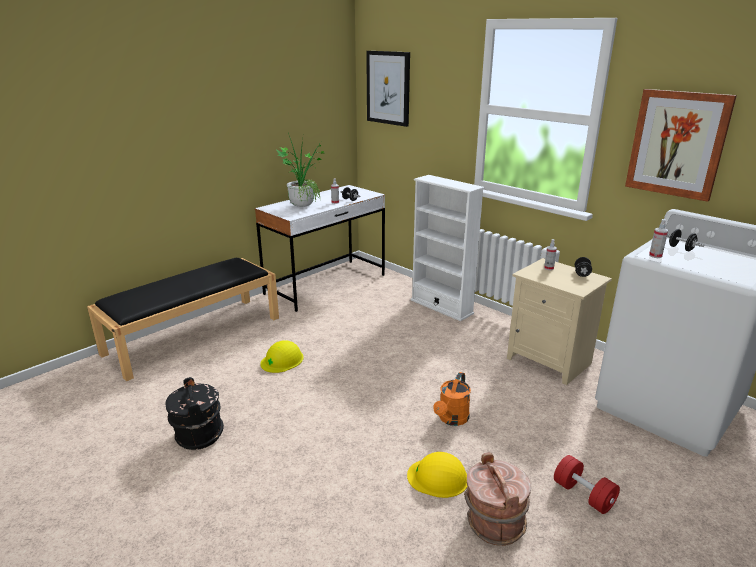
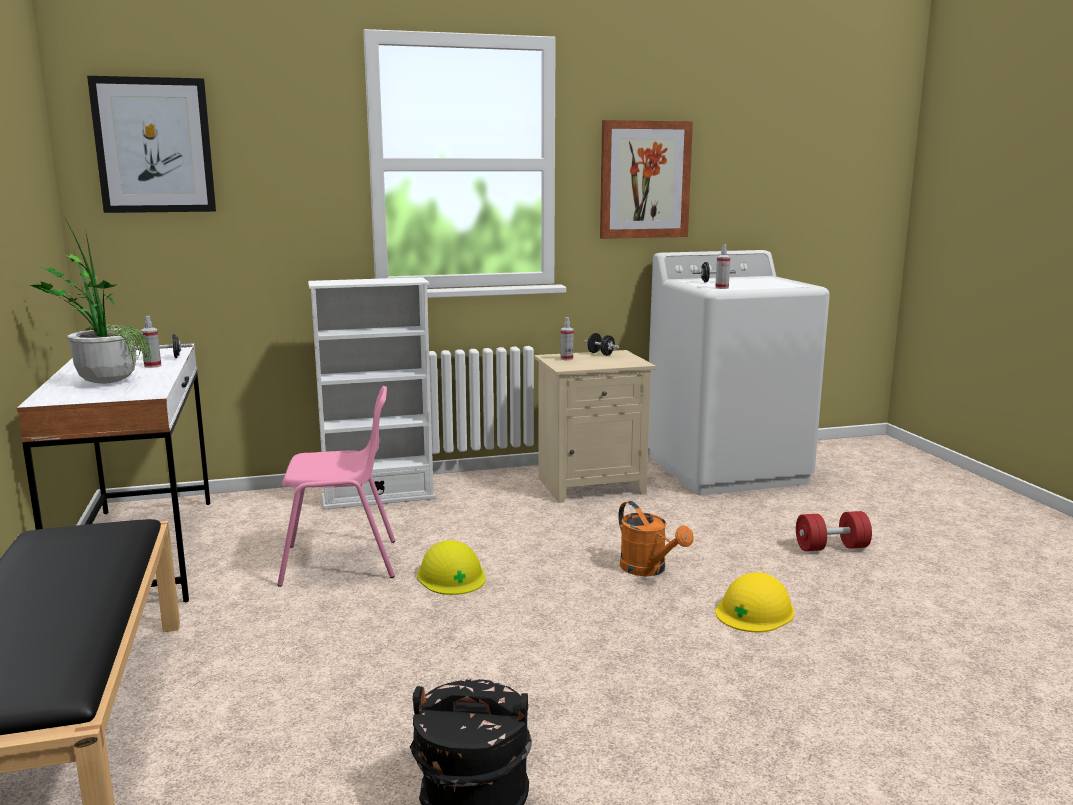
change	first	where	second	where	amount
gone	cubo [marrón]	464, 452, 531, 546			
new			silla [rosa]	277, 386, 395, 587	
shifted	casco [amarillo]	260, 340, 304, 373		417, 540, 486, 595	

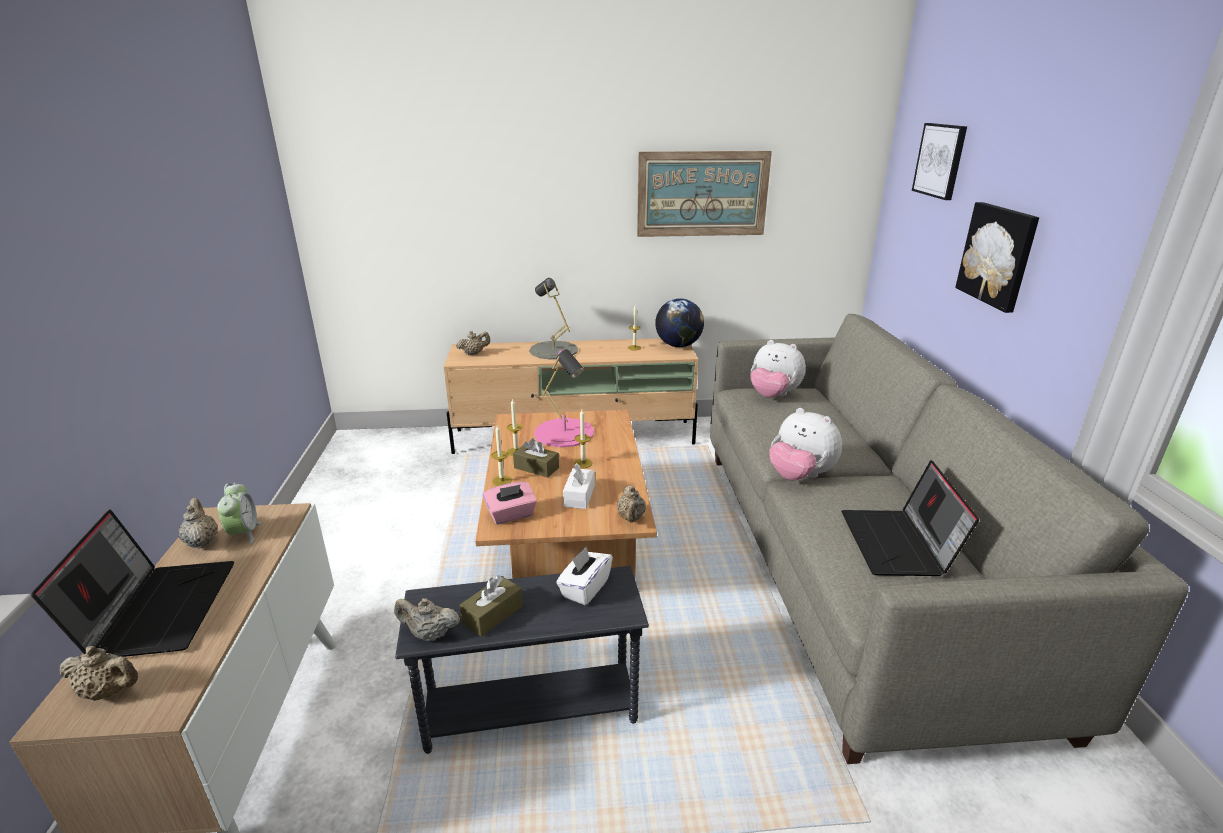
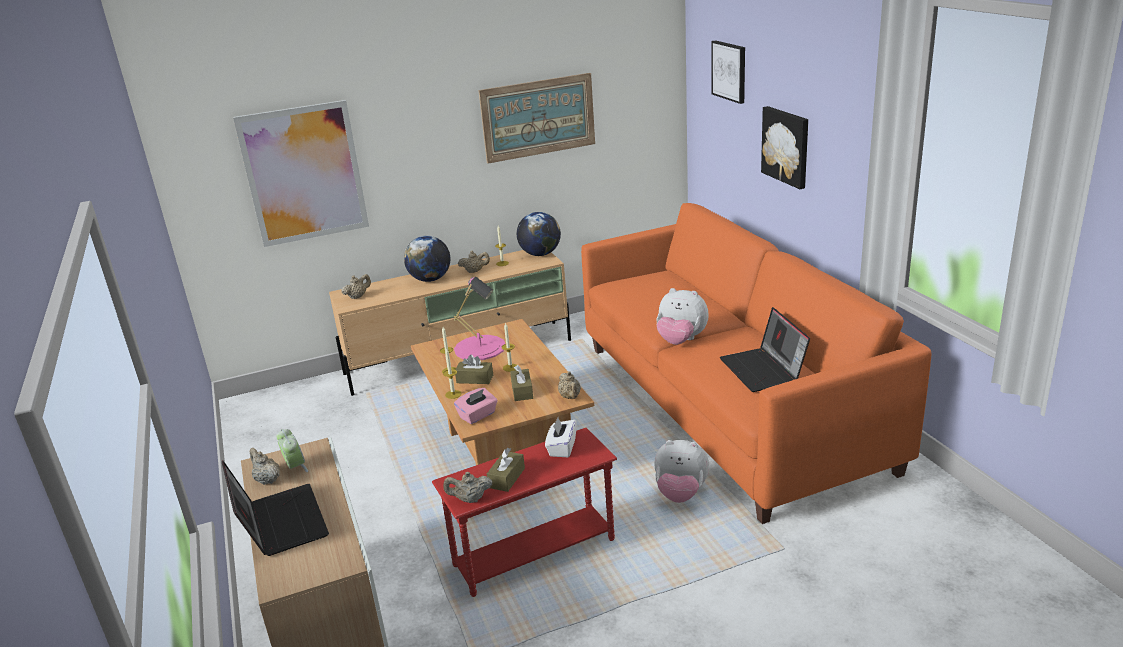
change	first	where	second	where	amount
new			cuadro	233, 100, 369, 247	
shifted	tetera [beis]	59, 646, 138, 701		458, 250, 490, 273	
shifted	peluche	750, 340, 806, 398		654, 440, 709, 503	
swapped	lámpara de mesa [gris]	529, 278, 578, 359	globo terráqueo	404, 236, 451, 282	
repainted	mesa auxiliar [gris]	395, 566, 649, 754	mesa auxiliar [rojo]	432, 428, 617, 597	
repainted	caja de pañuelos [blanco]	563, 463, 595, 509	caja de pañuelos [marrón]	510, 365, 533, 401	
repainted	sofá [gris]	710, 314, 1188, 764	sofá [naranja]	581, 203, 932, 524	

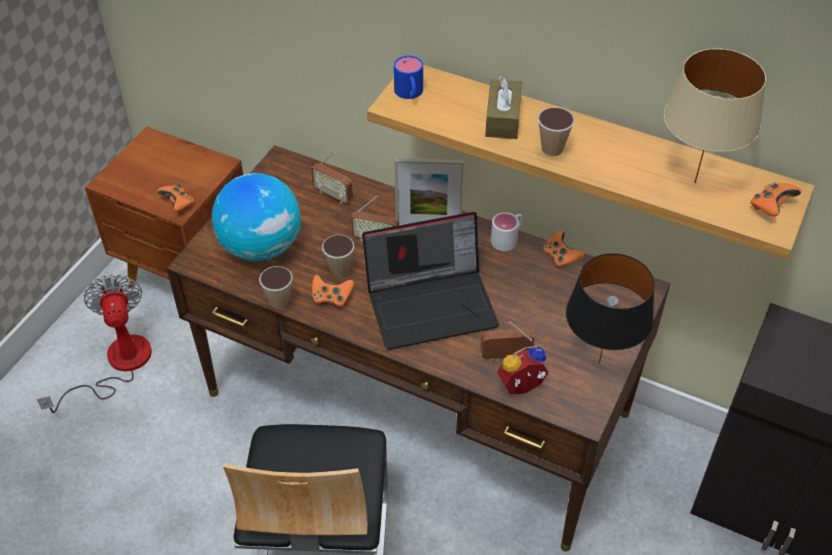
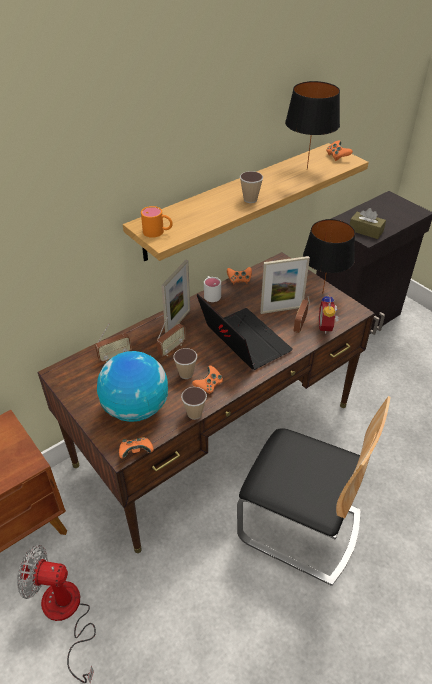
change	first	where	second	where	amount
new			portarretratos	260, 256, 310, 314	
shifted	mando de consola [naranja]	157, 184, 194, 211		119, 437, 154, 459	
shifted	caja de pañuelos [marrón]	485, 76, 522, 139		350, 208, 386, 239	
repainted	taza grande [azul]	394, 56, 423, 99	taza grande [naranja]	141, 206, 173, 238	
repainted	lámpara de mesa [beis]	664, 48, 766, 183	lámpara de mesa [negro]	285, 81, 340, 169	
rotated	portátil	362, 212, 499, 350		197, 294, 293, 370	45 degrees counterclockwise

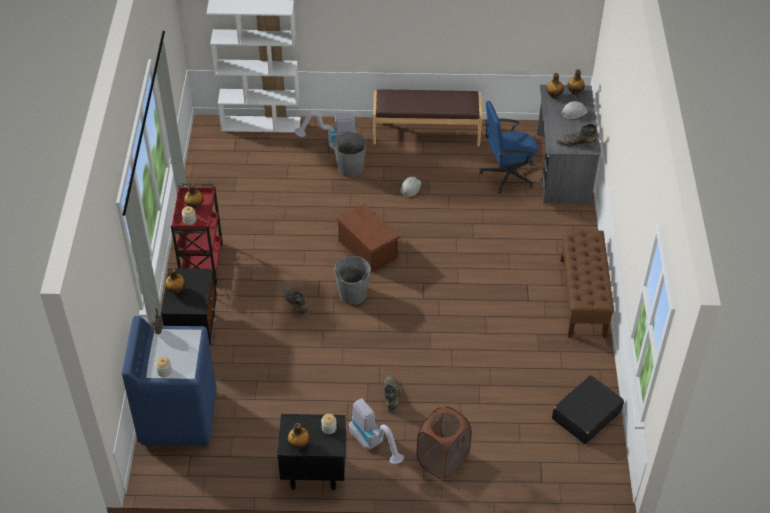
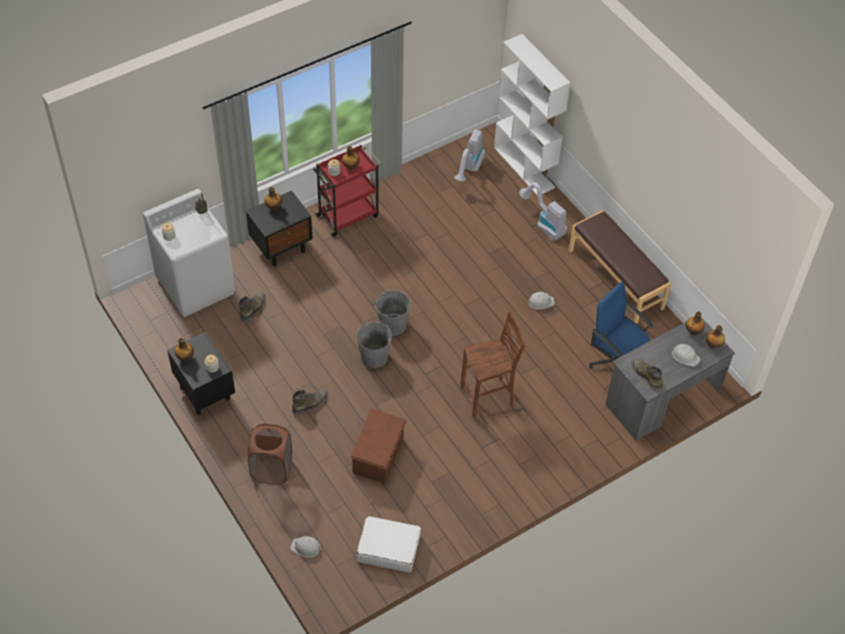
change	first	where	second	where	amount
gone	banco [marrón]	560, 229, 614, 338			
new			casco [blanco]	290, 536, 323, 558	
new			taburete [marrón]	460, 311, 526, 418	
shifted	bota [verde]	284, 286, 308, 317		239, 292, 265, 322	
shifted	cubo [gris]	333, 131, 367, 177		356, 321, 392, 368	
shifted	caja de almacenaje [marrón]	337, 204, 400, 273		351, 408, 407, 483	
shifted	aspiradora	349, 398, 404, 464		454, 129, 485, 181	
repainted	lavadora [azul]	122, 316, 217, 446	lavadora [blanco]	143, 189, 235, 317	
repainted	maleta [negro]	552, 375, 624, 444	maleta [blanco]	356, 516, 421, 573	

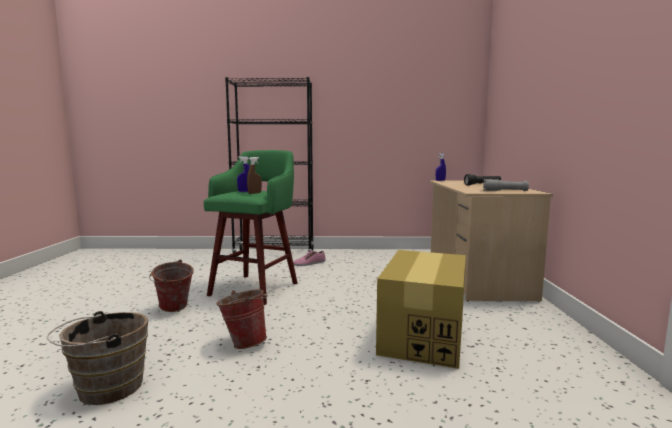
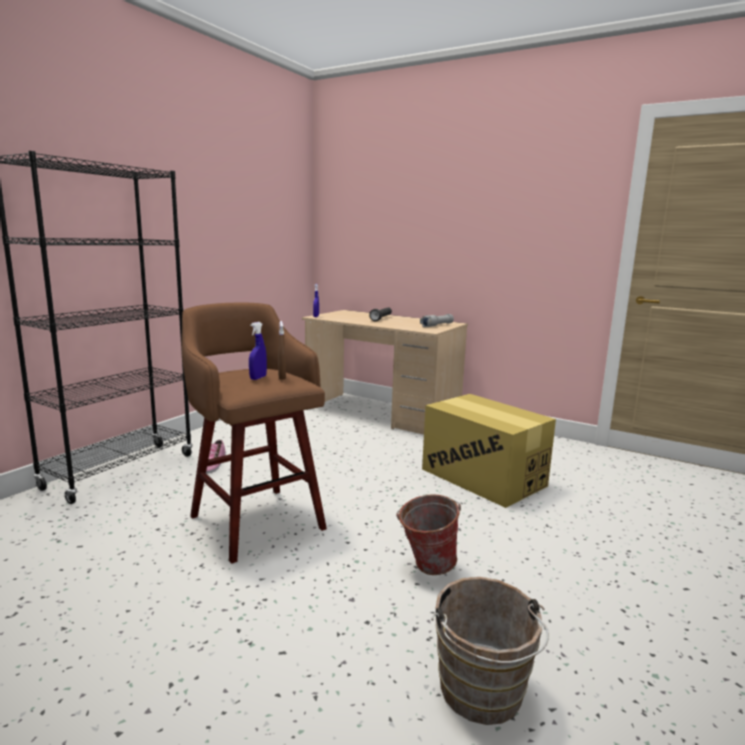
change	first	where	second	where	amount
gone	cubo	149, 260, 194, 312			
repainted	taburete [verde]	204, 150, 297, 305	taburete [marrón]	182, 303, 327, 564	

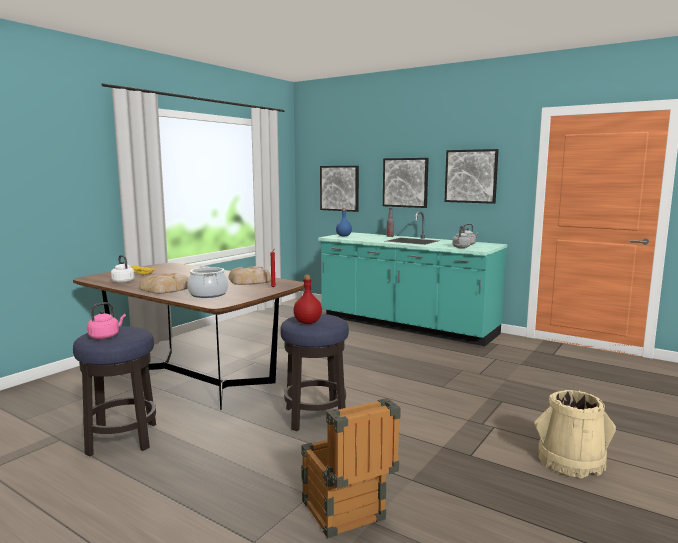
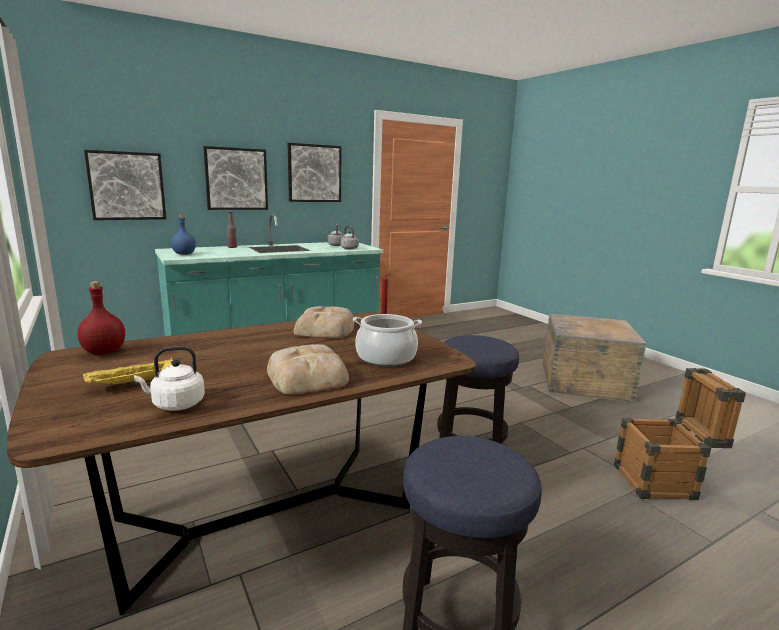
change	first	where	second	where	amount
gone	hervidor [rosa]	87, 302, 126, 339			
shifted	botella [rojo]	294, 275, 322, 324		77, 281, 125, 355	
swapped	cubo [beis]	534, 390, 616, 478	caja de embalaje	543, 314, 646, 402	

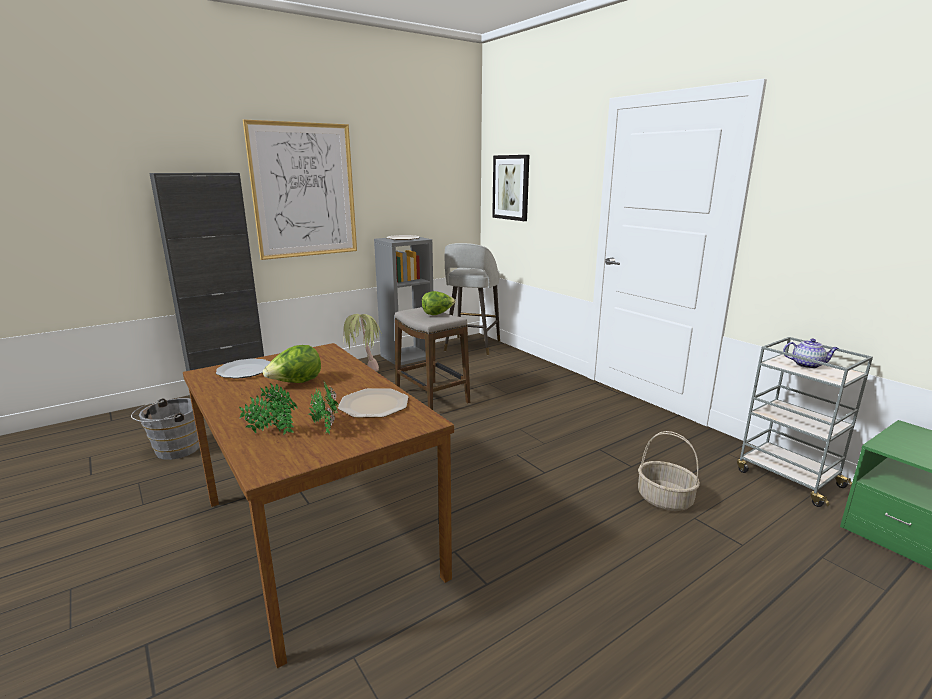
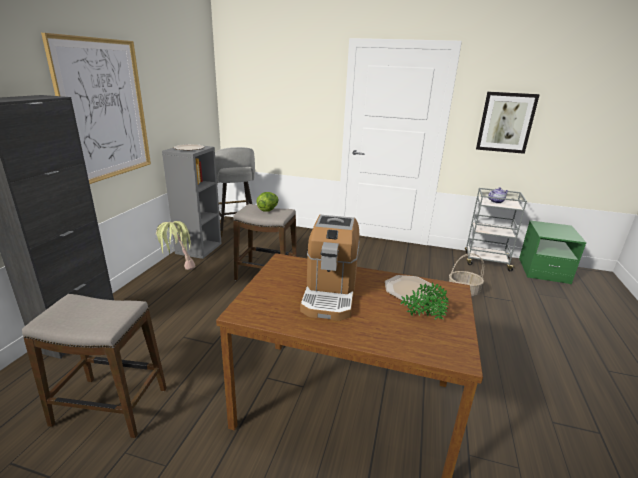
change	first	where	second	where	amount
gone	plato	216, 358, 270, 378			
gone	planta en maceta	239, 383, 298, 435			
shifted	cuadro	492, 155, 529, 221		476, 92, 540, 154	
swapped	cubo [gris]	131, 398, 199, 460	taburete	22, 294, 167, 438	
swapped	lechuga	263, 345, 321, 383	cafetera	300, 215, 360, 321	

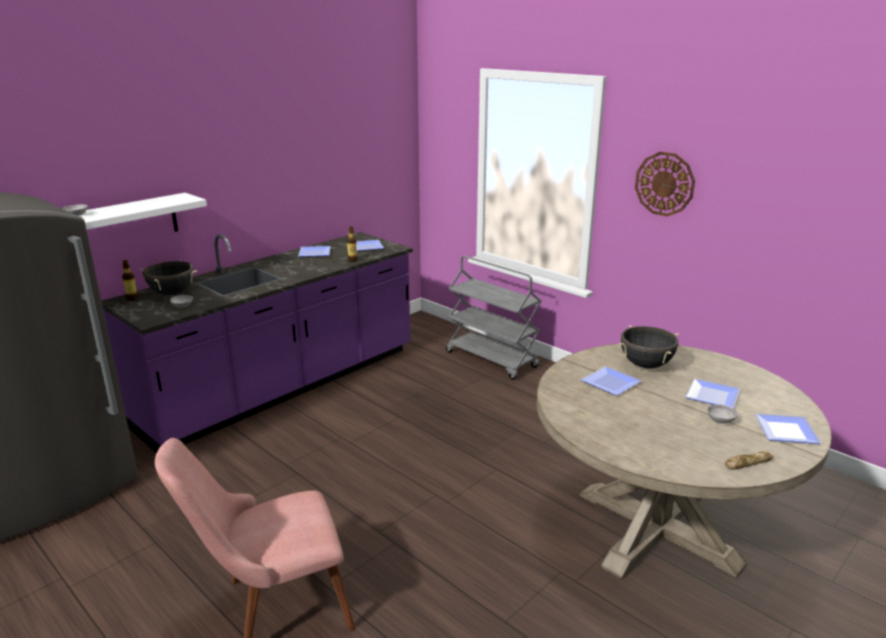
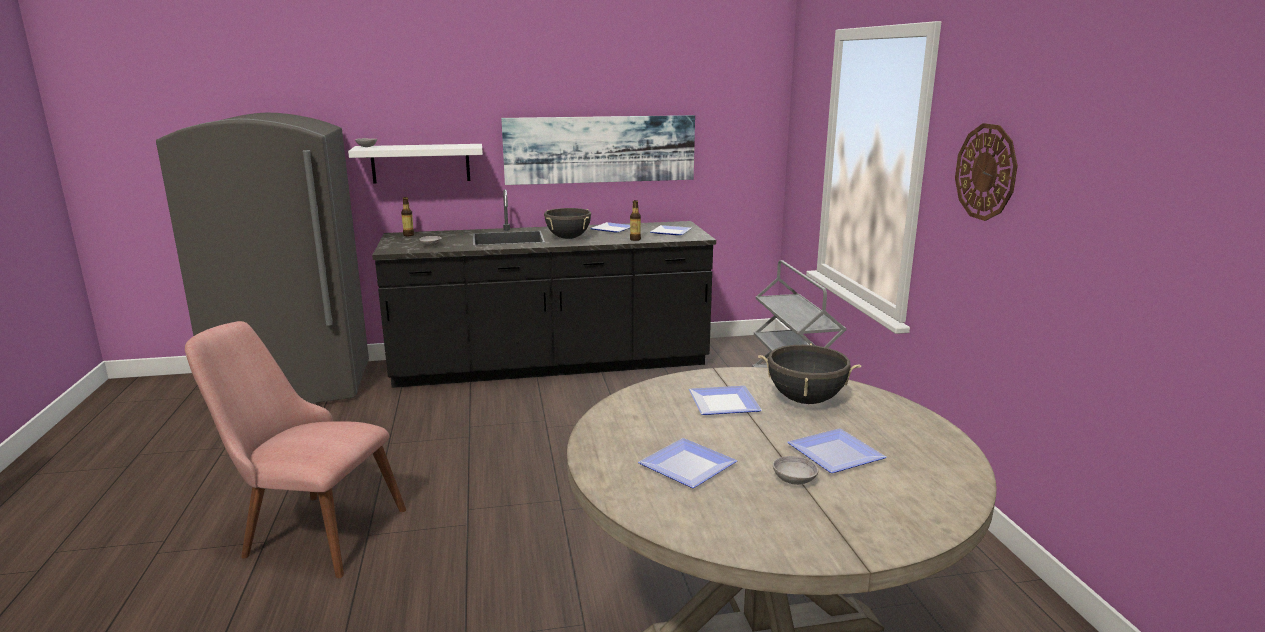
change	first	where	second	where	amount
gone	pan	725, 451, 773, 469			
new			cuadro	501, 115, 695, 185	
shifted	olla [negro]	140, 260, 197, 295		544, 208, 591, 239	
shifted	plato	755, 414, 821, 444		638, 438, 737, 488	
repainted	mueble bajo de cocina [morado]	102, 232, 413, 453	mueble bajo de cocina [negro]	372, 189, 716, 388	

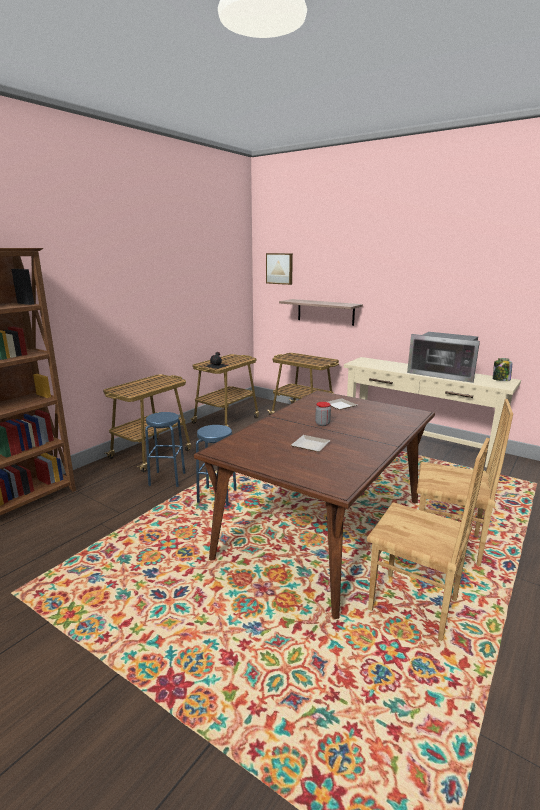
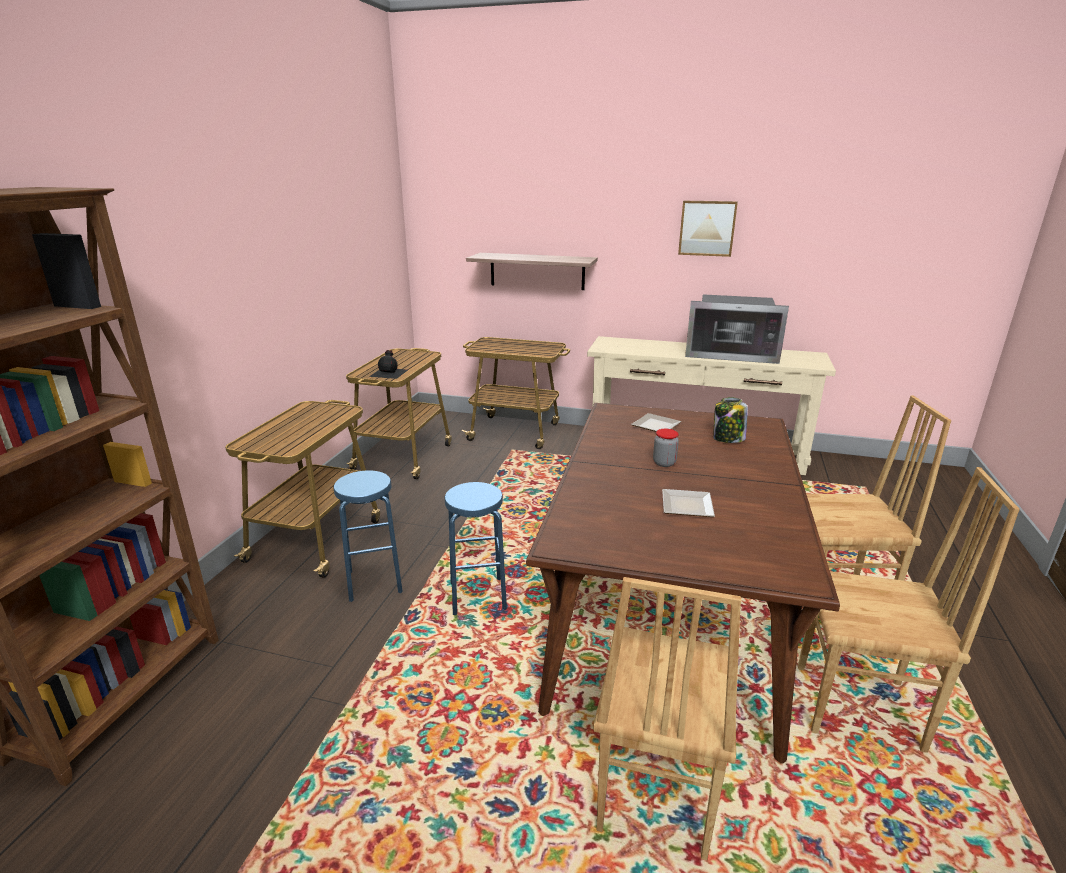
change	first	where	second	where	amount
new			silla [marrón]	593, 577, 741, 860	
shifted	cuadro	266, 253, 293, 285		678, 201, 738, 257	
shifted	tarro	493, 358, 512, 381		713, 398, 748, 443	

